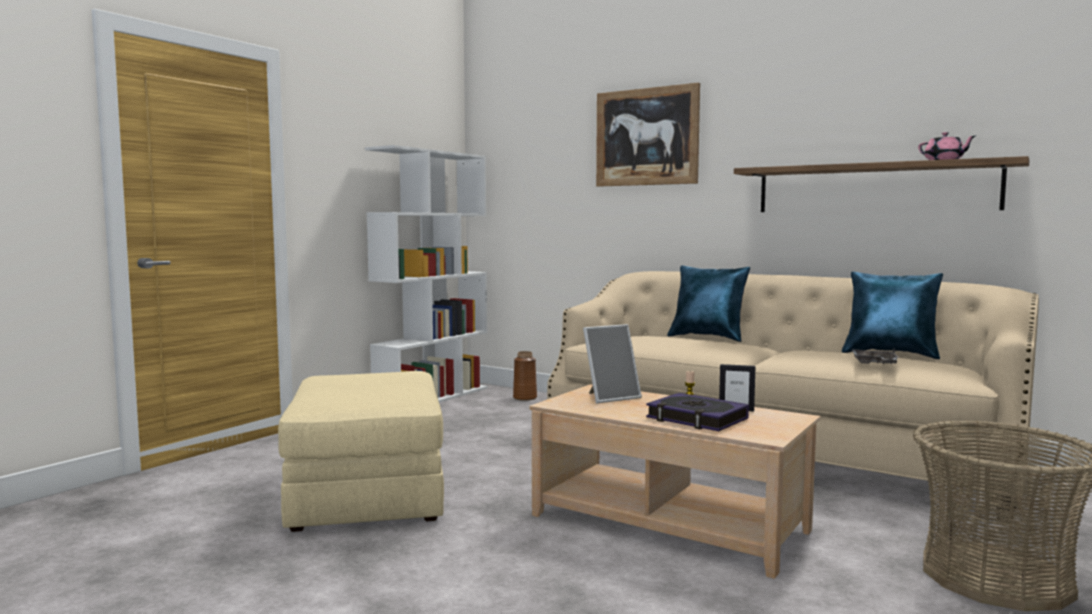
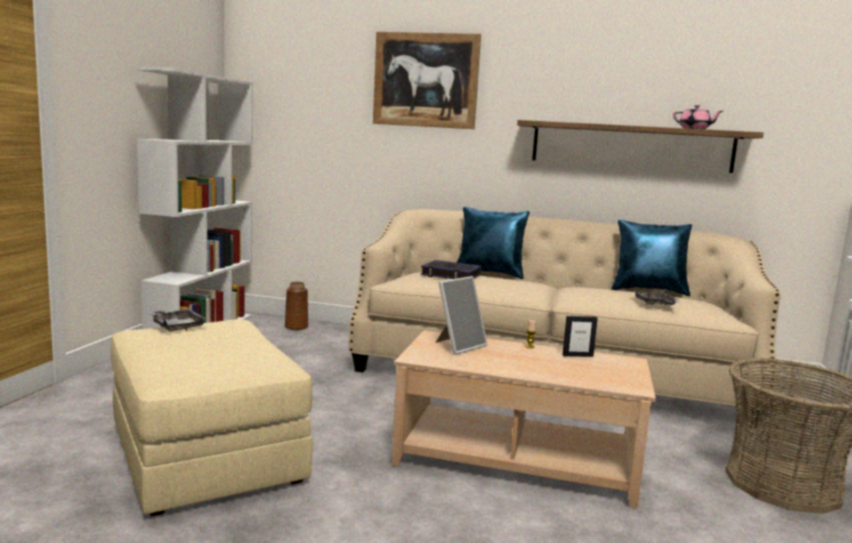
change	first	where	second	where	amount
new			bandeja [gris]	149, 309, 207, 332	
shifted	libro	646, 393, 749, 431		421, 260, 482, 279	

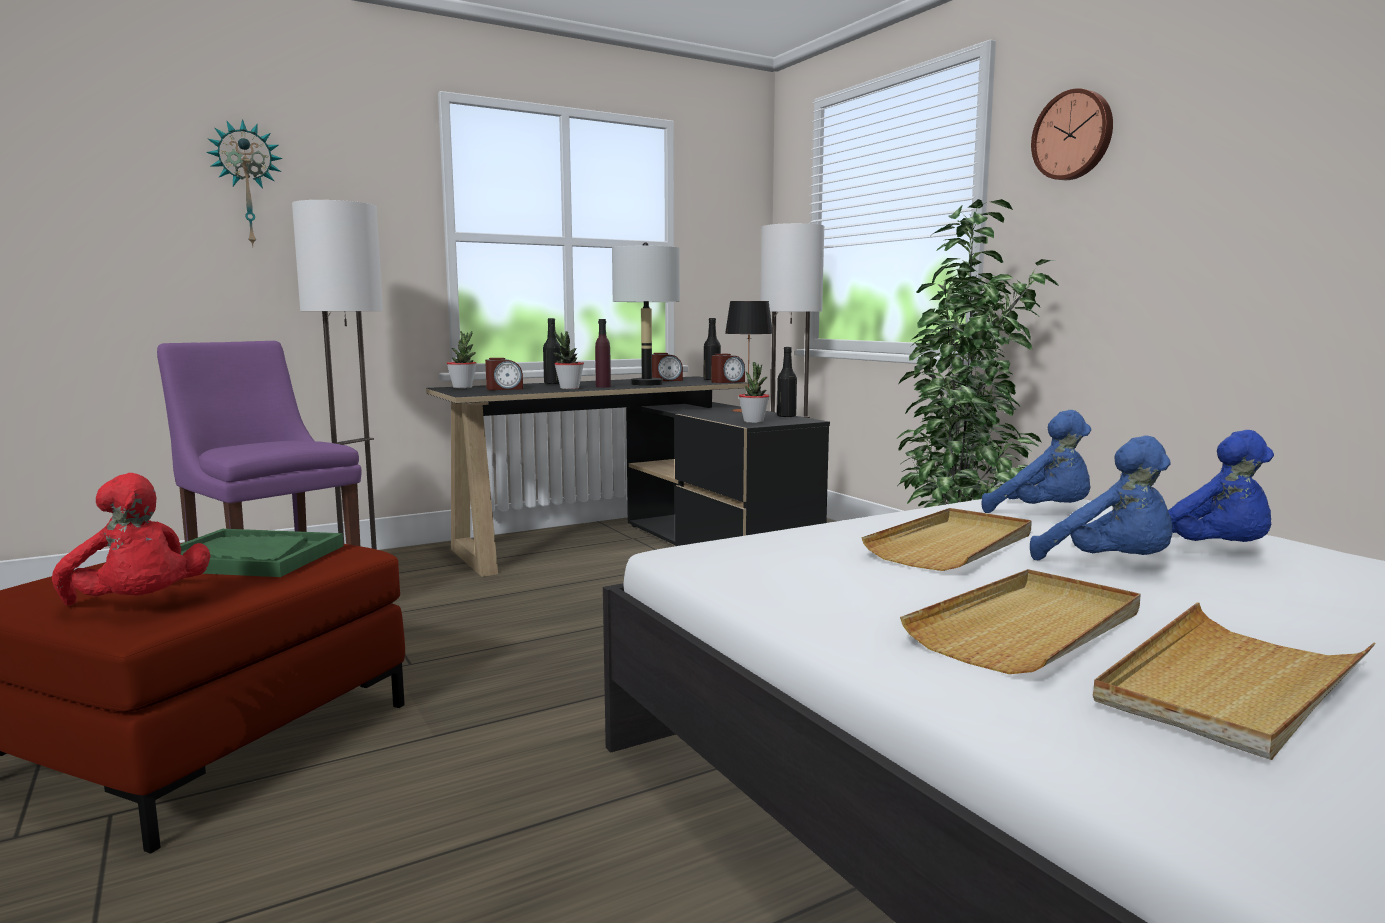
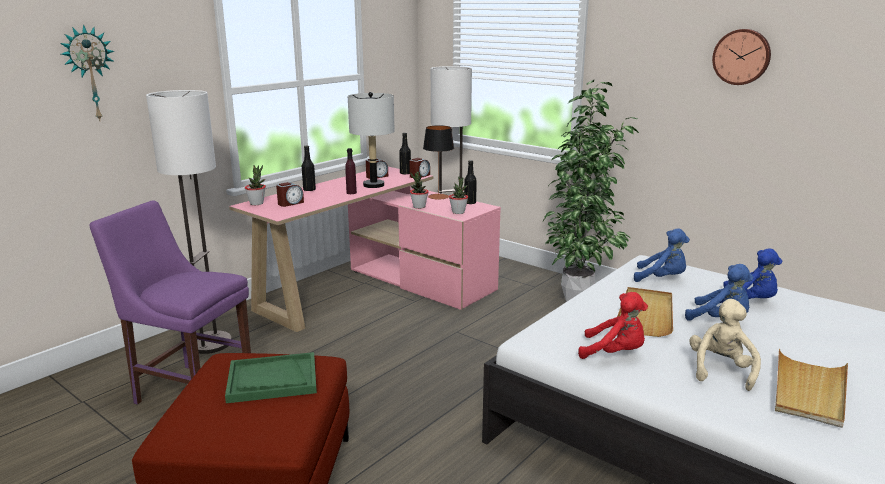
change	first	where	second	where	amount
shifted	peluche [rojo]	52, 473, 211, 605		578, 292, 648, 359	
shifted	planta en maceta	554, 331, 584, 389		410, 172, 429, 209	
shifted	reloj de pared	1031, 88, 1113, 180		712, 29, 771, 85	
swapped	bandeja [beis]	900, 569, 1141, 674	peluche [beis]	689, 299, 761, 391	
repainted	escritorio [negro]	426, 376, 830, 577	escritorio [rosa]	229, 167, 501, 332	

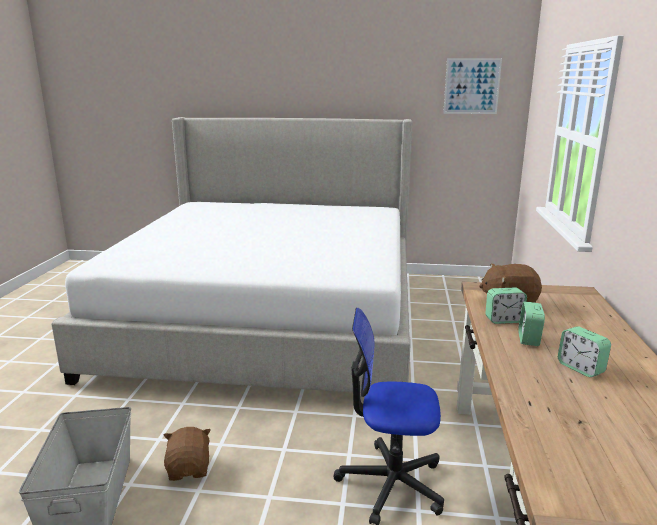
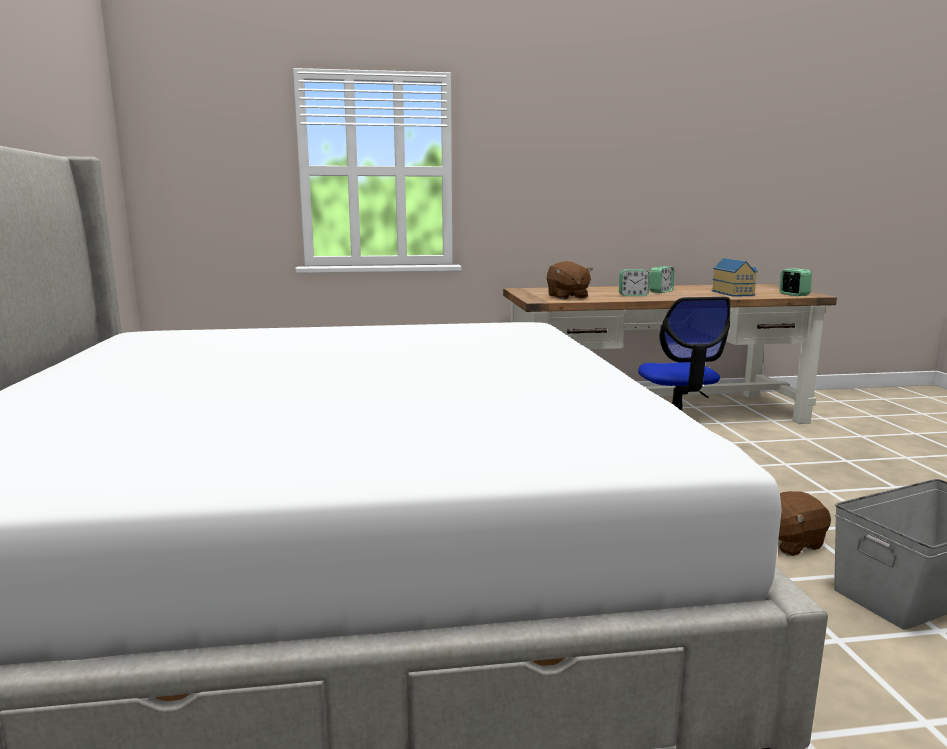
change	first	where	second	where	amount
gone	cuadro	443, 58, 502, 114			
new			casita	712, 258, 758, 297	
shifted	despertador	485, 287, 527, 324		780, 268, 812, 296	

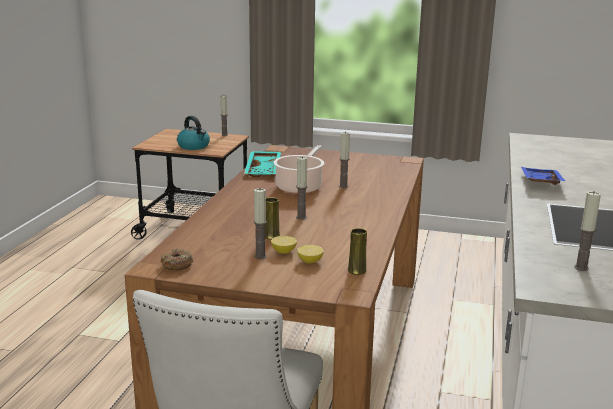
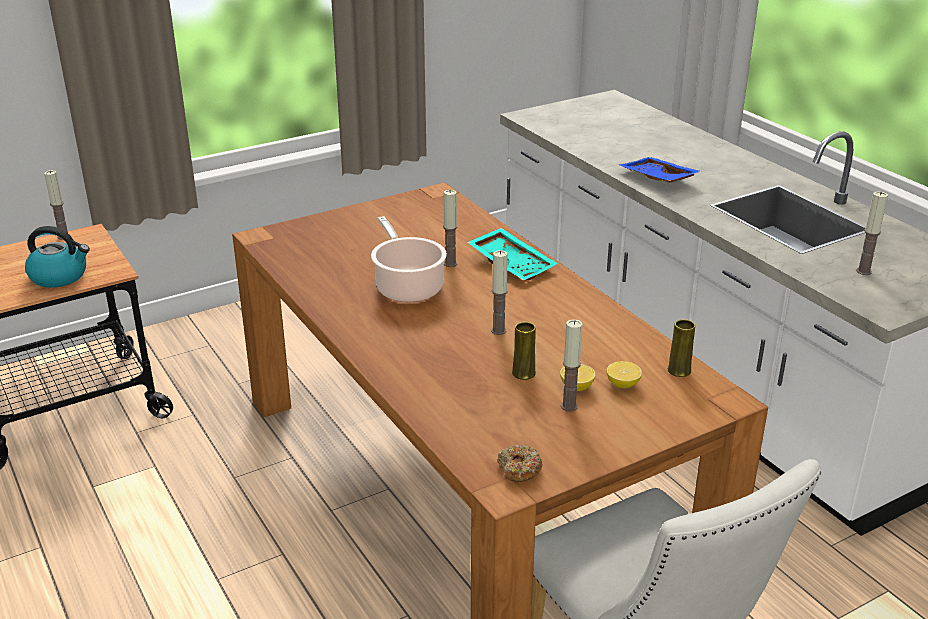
change	first	where	second	where	amount
shifted	bandeja [turquesa]	244, 151, 281, 177		467, 228, 558, 281	

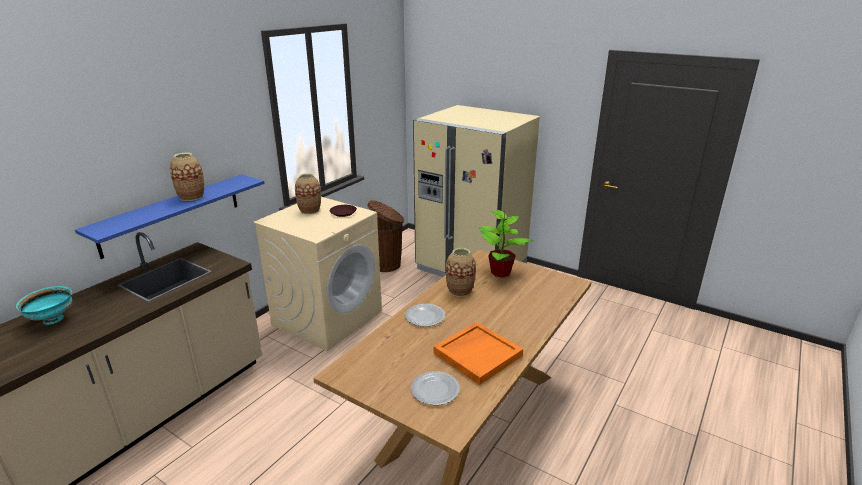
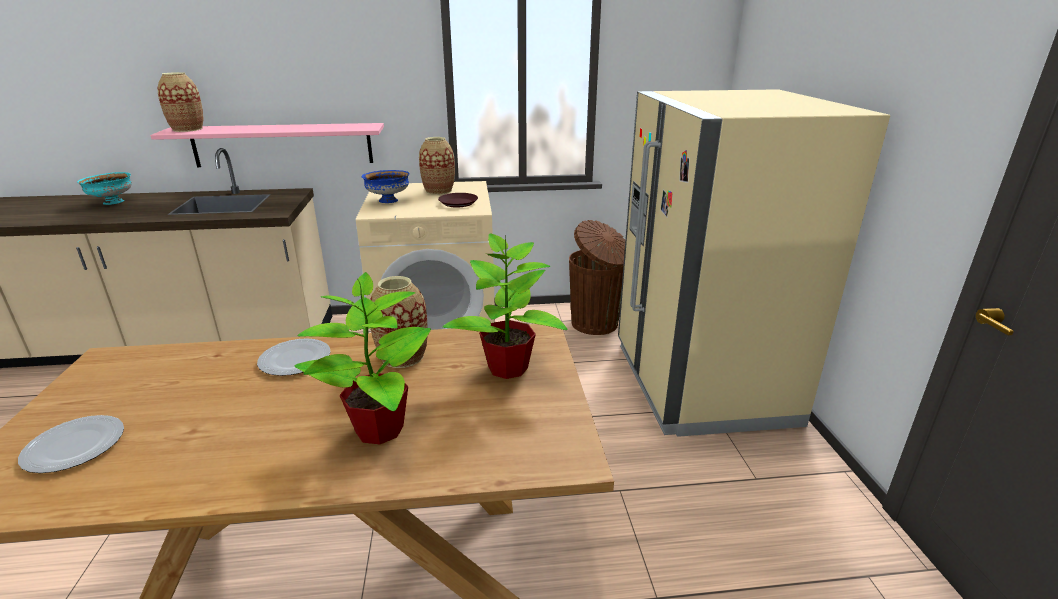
change	first	where	second	where	amount
gone	bandeja [naranja]	433, 322, 523, 385			
new			planta en maceta	294, 272, 431, 444	
new			cuenco [azul]	362, 170, 409, 203	
shifted	florero	170, 153, 204, 201		158, 72, 204, 132	
repainted	estante [azul]	75, 174, 265, 259	estante [rosa]	150, 123, 384, 167	

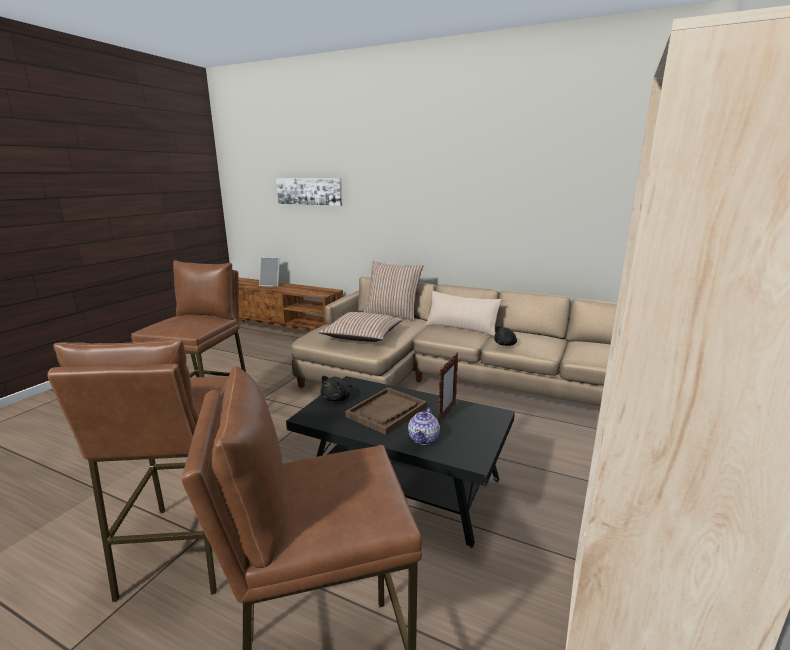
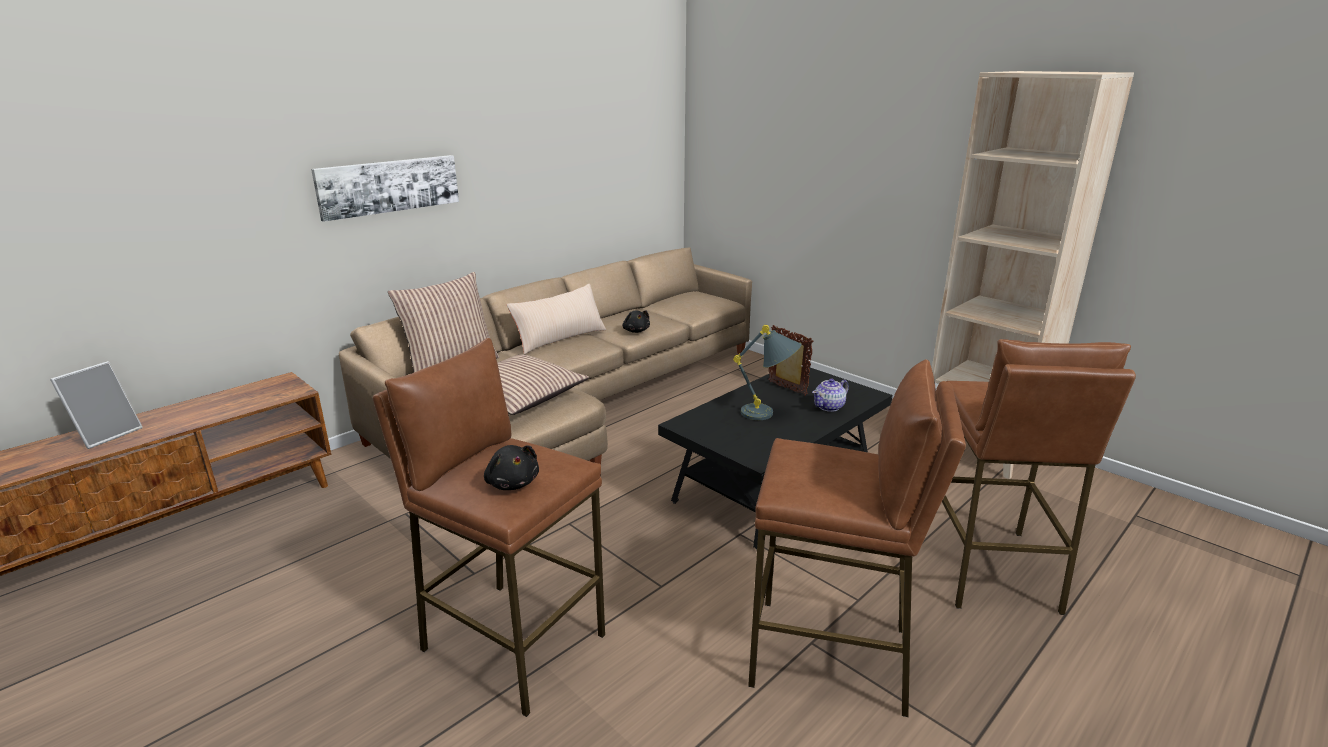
change	first	where	second	where	amount
shifted	cuadro	276, 178, 342, 206		311, 155, 459, 222	
shifted	peluche [negro]	320, 376, 353, 401		484, 445, 539, 490	
swapped	bandeja [marrón]	345, 387, 427, 435	lámpara de mesa [gris]	733, 325, 802, 420	
rotated	tetera	408, 408, 440, 445		812, 379, 849, 412	105 degrees clockwise

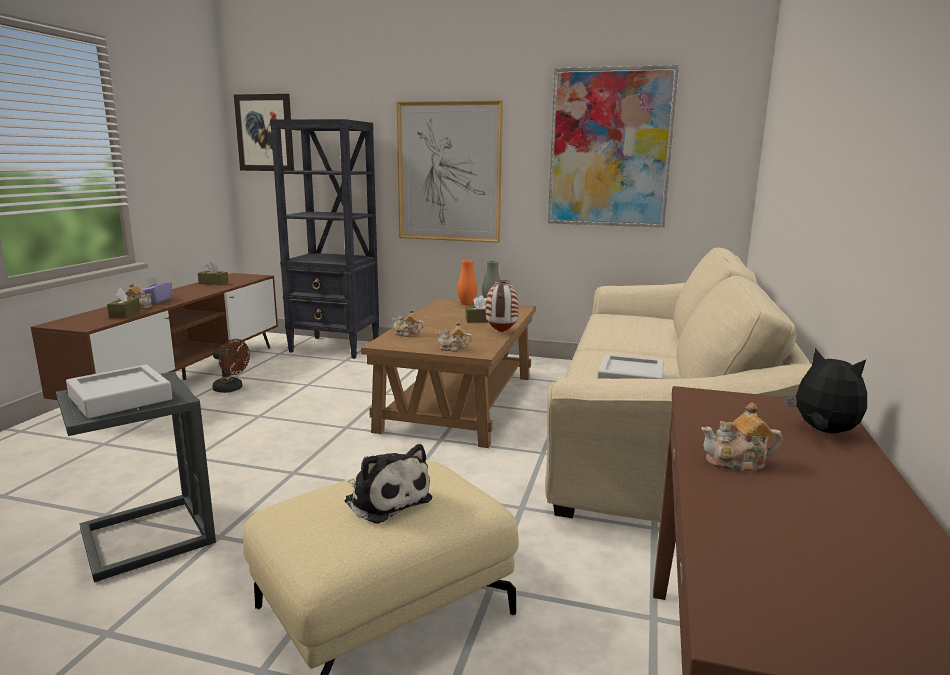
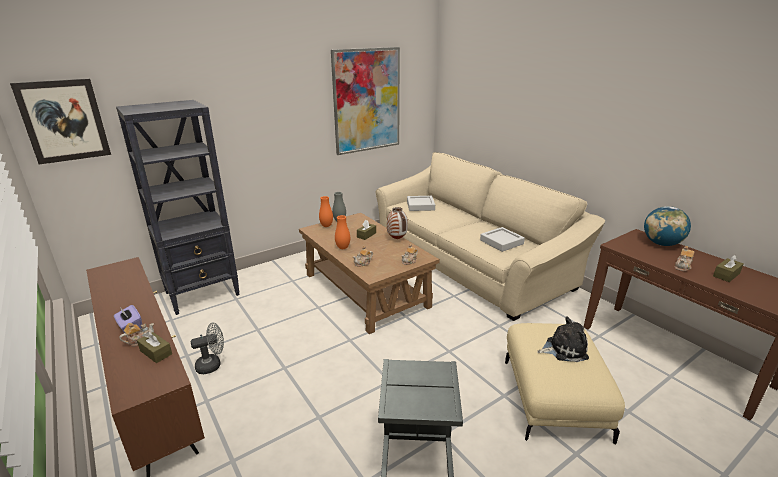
change	first	where	second	where	amount
gone	cuadro	396, 100, 503, 243			
new			florero [naranja]	335, 215, 350, 249	
shifted	bandeja [gris]	66, 364, 172, 419		407, 196, 435, 211	
shifted	caja de pañuelos [marrón]	198, 262, 229, 285		713, 255, 744, 282	
swapped	peluche	784, 348, 867, 433	globo terráqueo	644, 206, 691, 246	
repainted	ventilador [marrón]	212, 339, 250, 393	ventilador [gris]	191, 322, 224, 374	

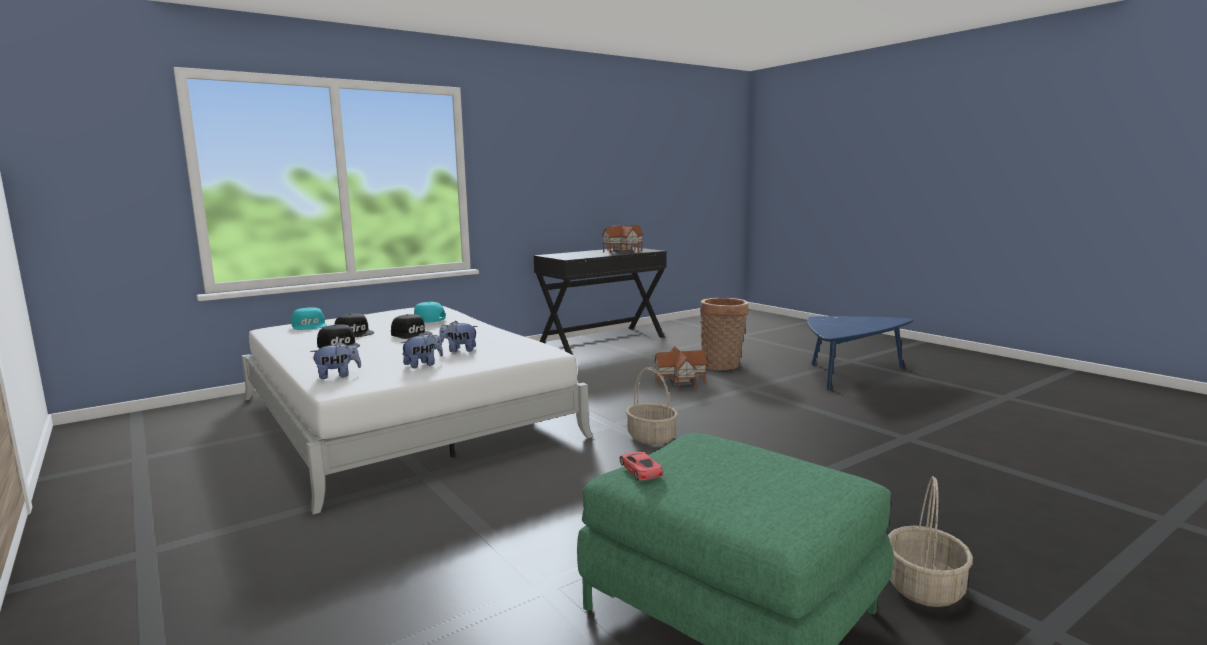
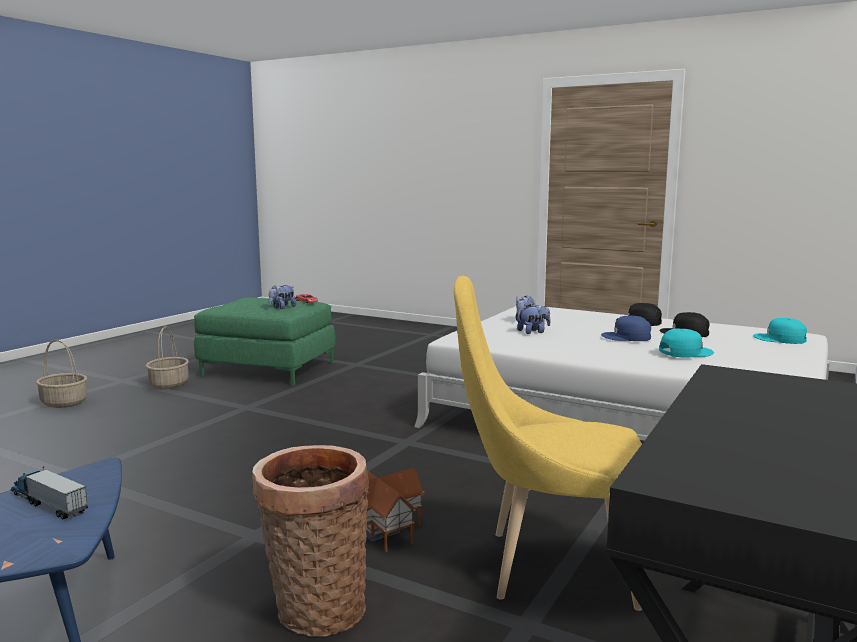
change	first	where	second	where	amount
gone	casita	602, 225, 644, 254			
new			camión de juguete	11, 466, 88, 519	
new			silla [amarillo]	454, 276, 642, 611	
shifted	peluche	310, 342, 361, 379		269, 285, 296, 309	
shifted	cesta	626, 367, 678, 445		36, 340, 87, 408	
repainted	gorra [negro]	391, 314, 433, 339	gorra [azul]	601, 316, 651, 341	

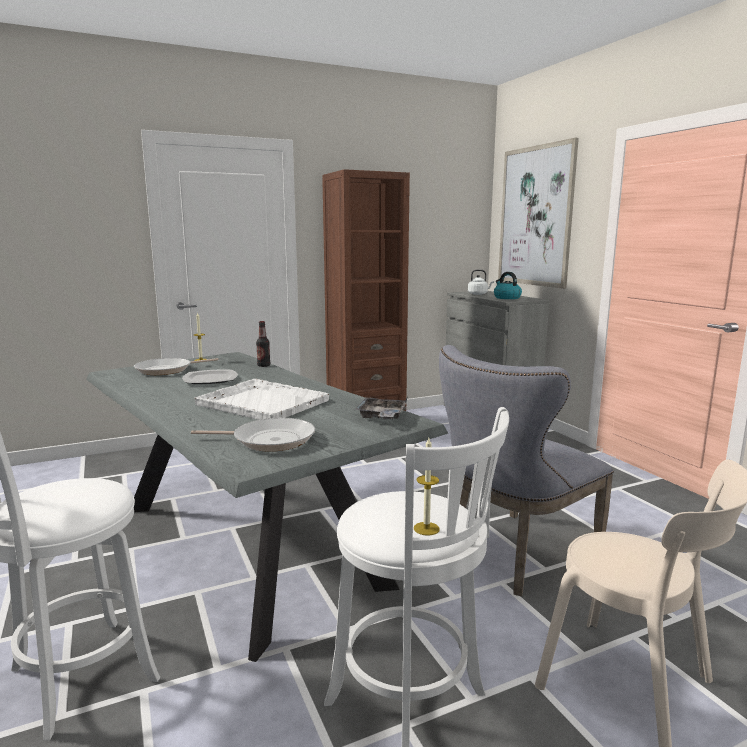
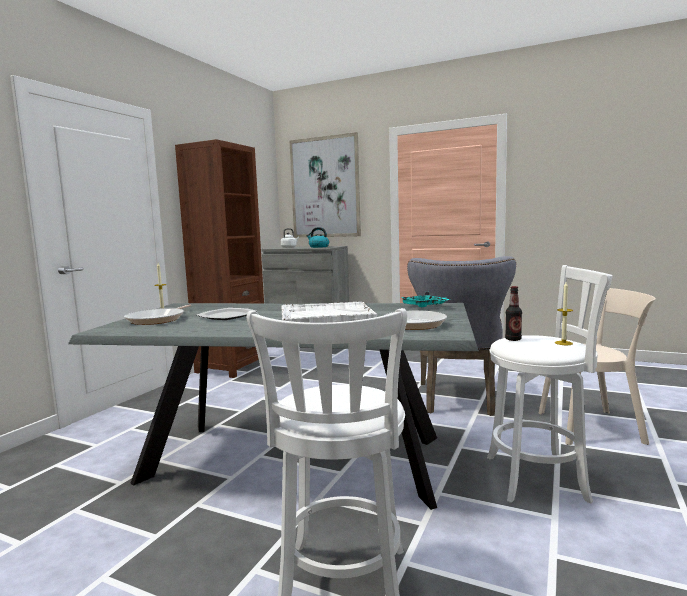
change	first	where	second	where	amount
shifted	botella	256, 321, 270, 367		505, 286, 522, 341	
repainted	bandeja [gris]	355, 397, 408, 420	bandeja [turquesa]	399, 292, 451, 307	

